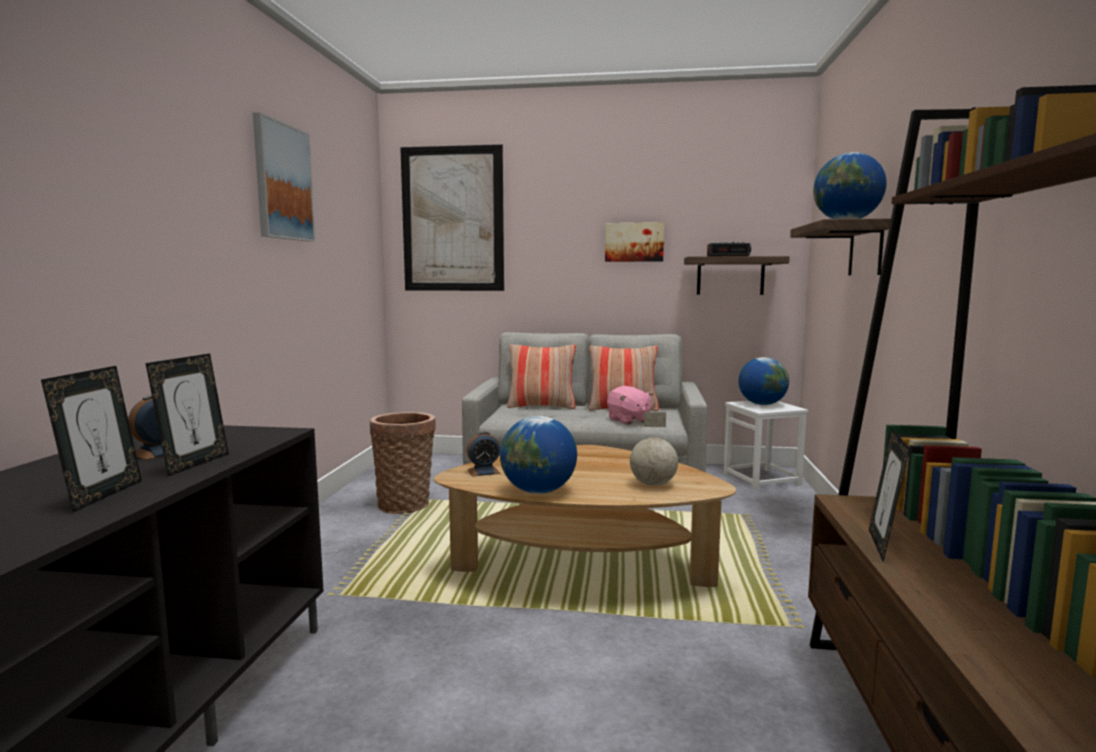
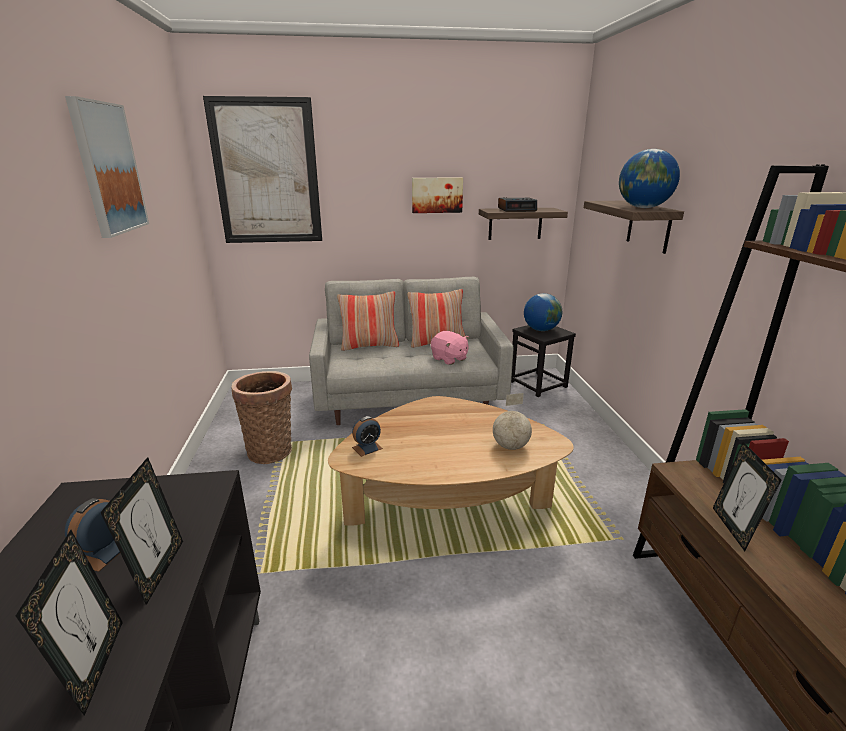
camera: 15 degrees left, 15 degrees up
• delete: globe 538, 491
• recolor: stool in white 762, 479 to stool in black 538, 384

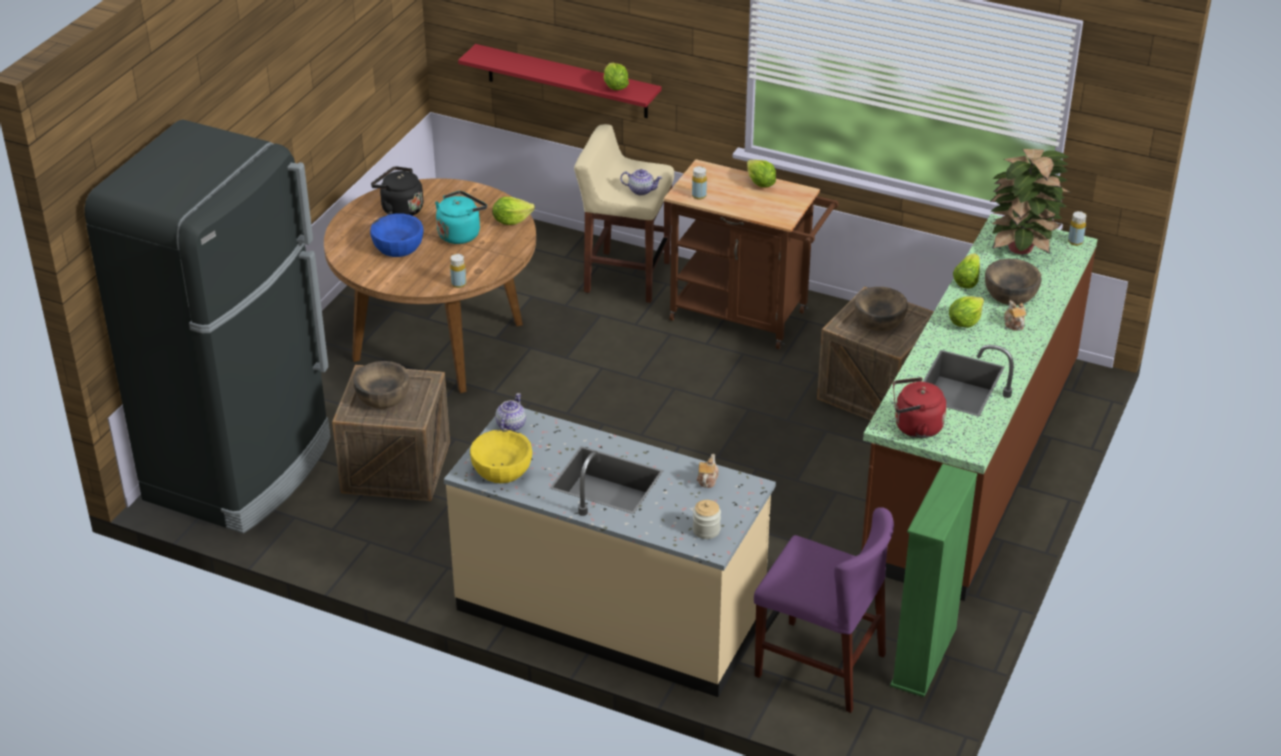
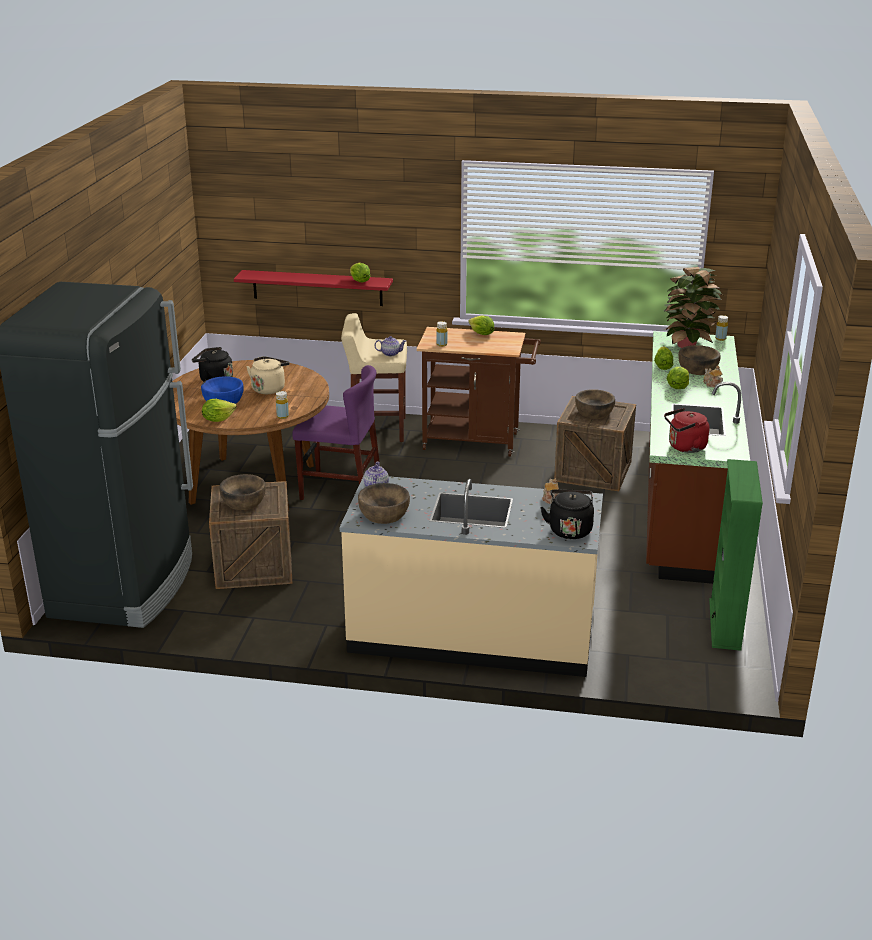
camera: 15 degrees left, 10 degrees down
• move: lettuce 511, 221 to 218, 419
• move: chair in purple 819, 665 to 340, 489
• replace: jar 706, 530 to kettle in black 569, 529
• recolor: kettle in turquoise 460, 233 to kettle in beige 269, 388
• recolor: bowl in yellow 501, 468 to bowl in brown 384, 514

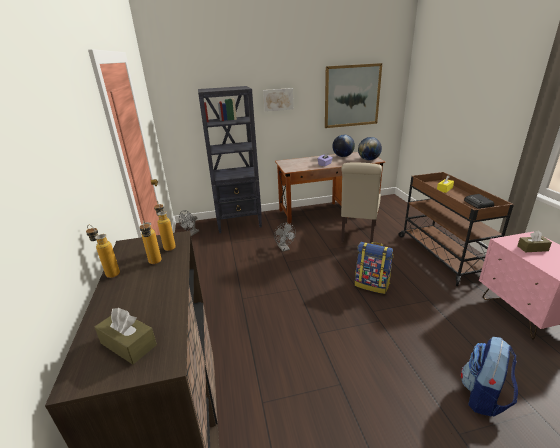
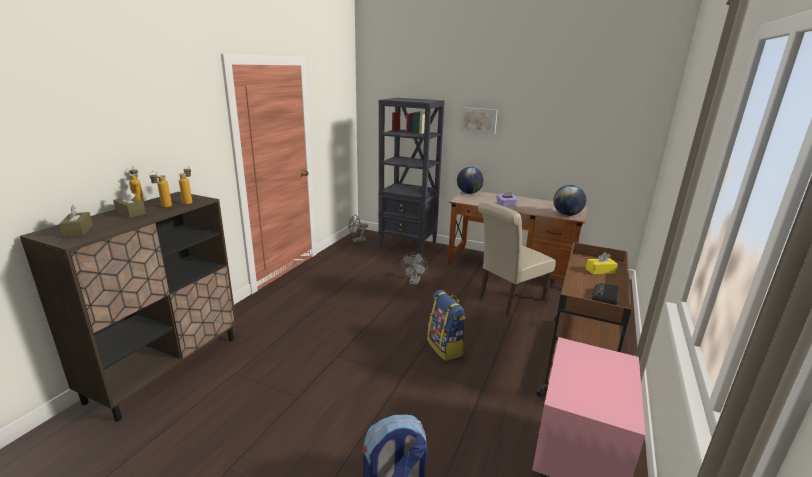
camera: 35 degrees right, 5 degrees down
• delete: picture 352, 96
• move: globe 343, 156 to 469, 193
• move: tissue box in brown 532, 248 to 130, 213

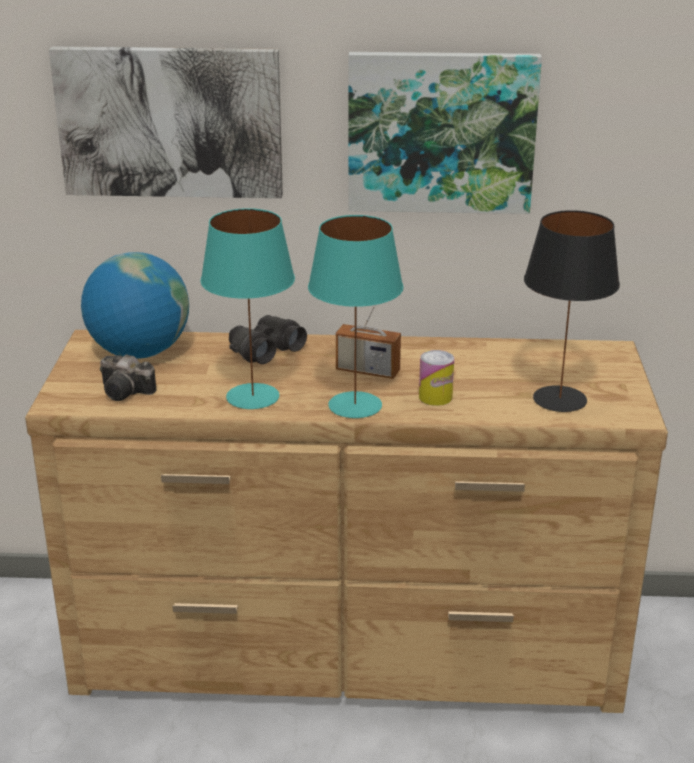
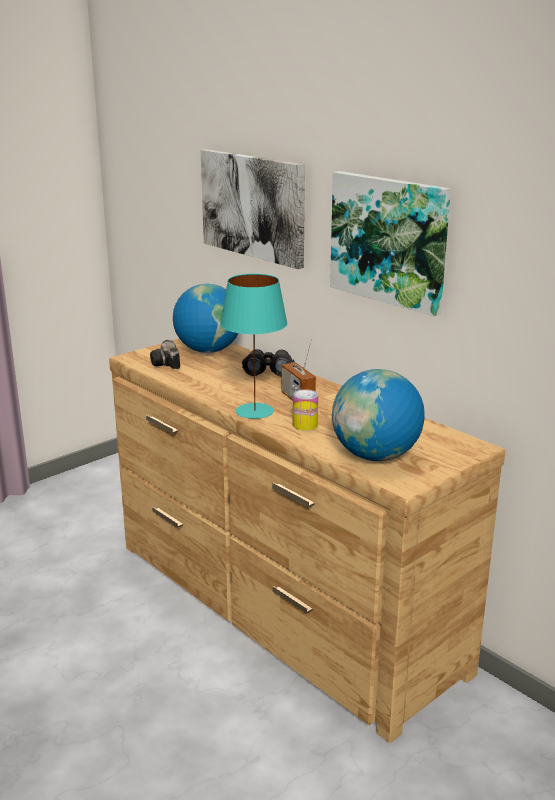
camera: 45 degrees right, 5 degrees down
• delete: table lamp in turquoise 252, 397
• replace: table lamp in black 561, 399 to globe 376, 456

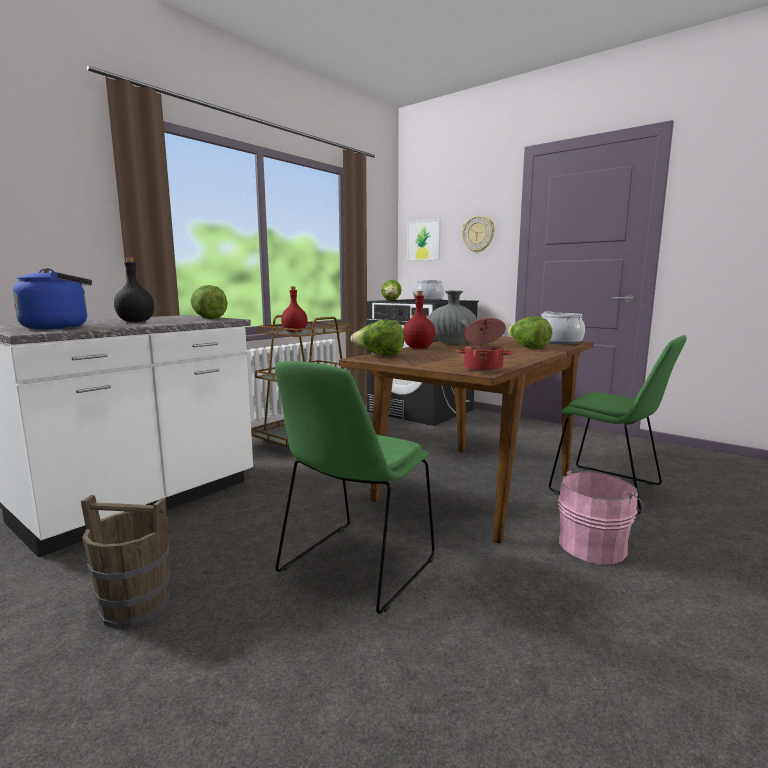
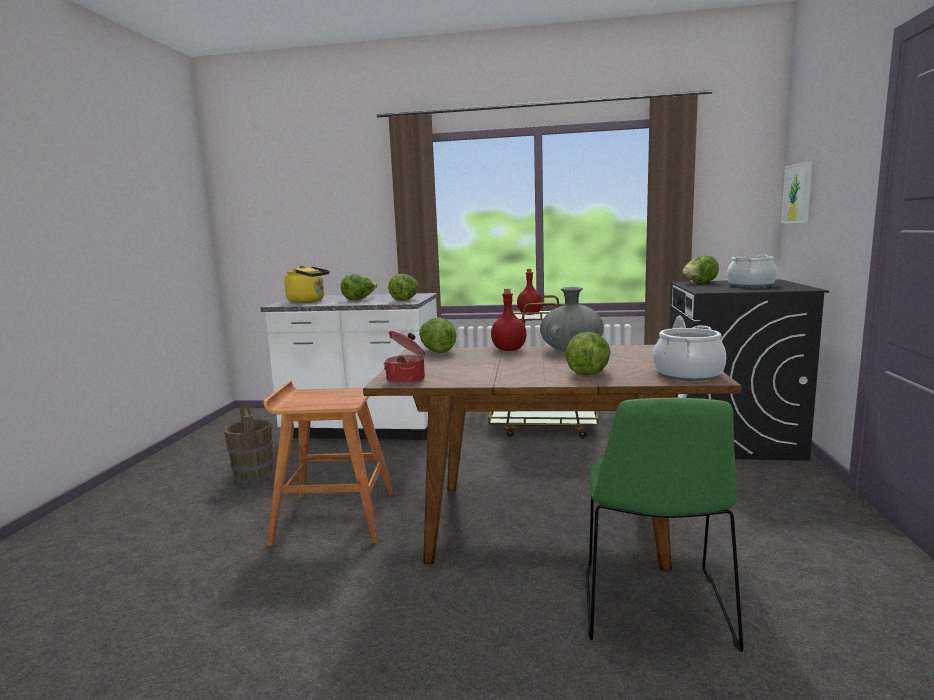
camera: 60 degrees right, 0 degrees up
• delete: wall clock 478, 234
• delete: bucket in pink 595, 546
• replace: bottle in black 135, 322 to lettuce 359, 299
• replace: chair in green 355, 568 to stool in brown 334, 517
• recolor: kettle in blue 59, 327 to kettle in yellow 308, 301

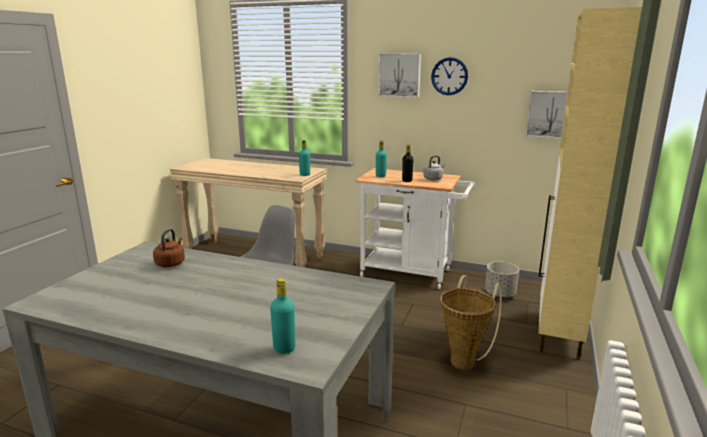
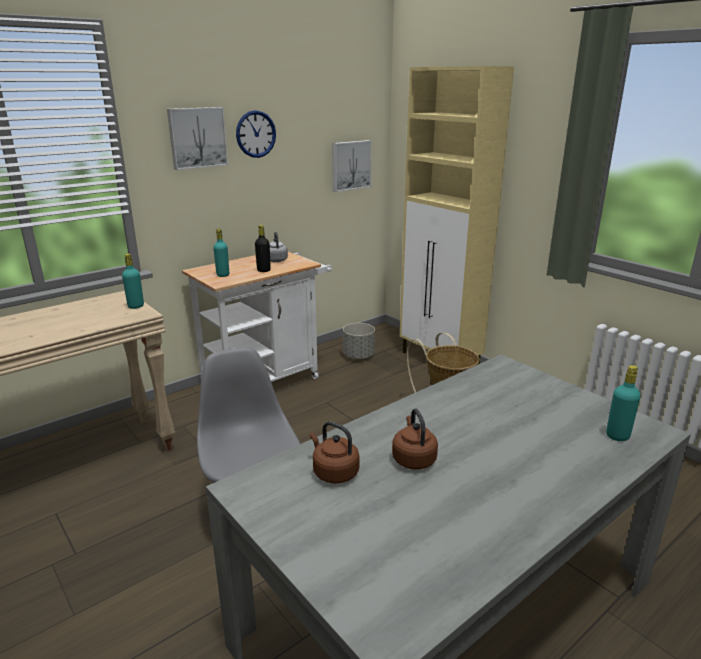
camera: 60 degrees left, 5 degrees up
• insert: kettle in brown 413, 458

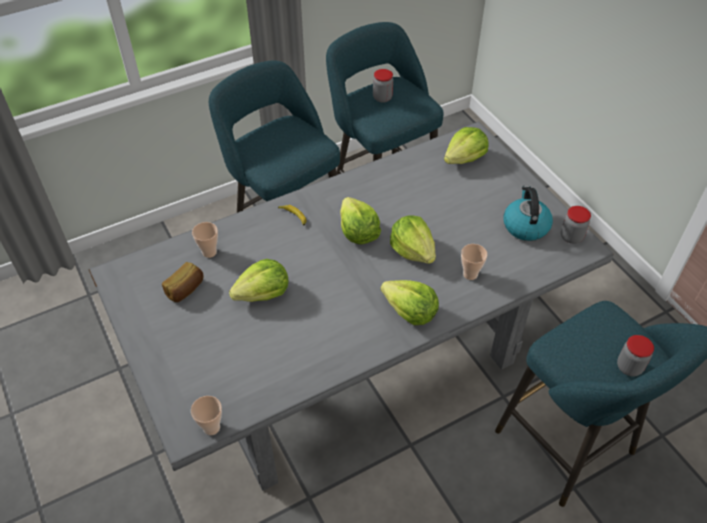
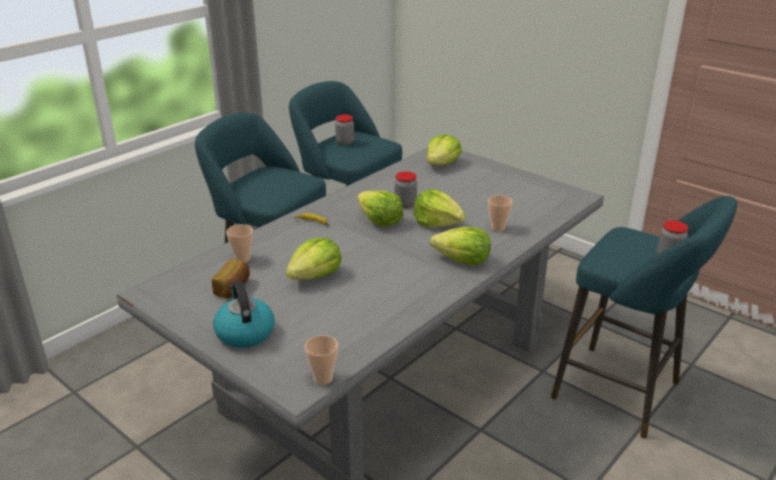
camera: 20 degrees left, 20 degrees down
• move: kettle 525, 225 to 244, 332
• move: jar 571, 237 to 405, 204

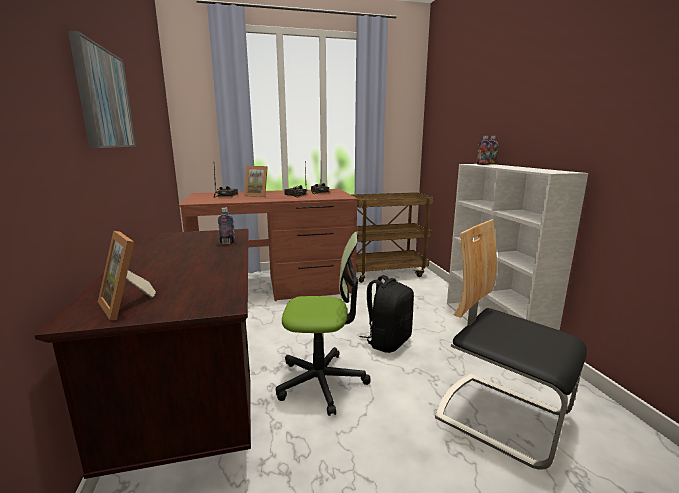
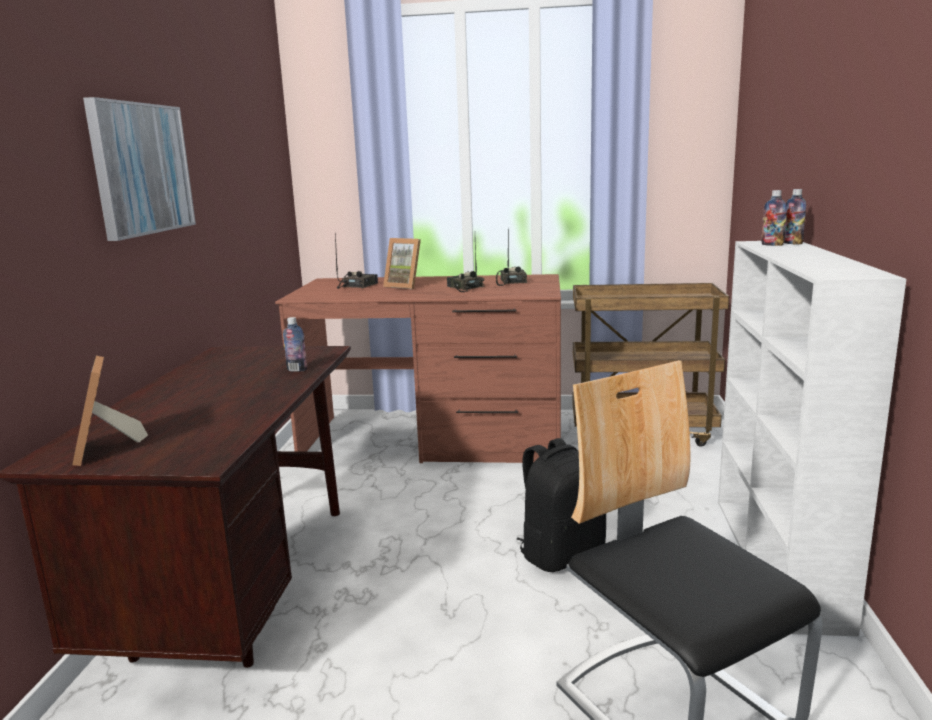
camera: 20 degrees right, 0 degrees up
• delete: office chair 321, 381

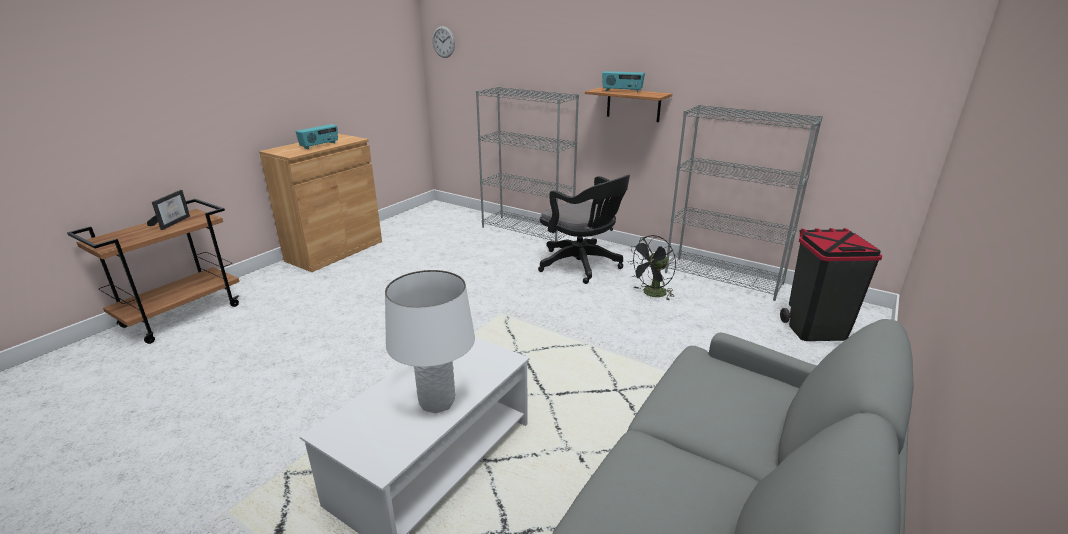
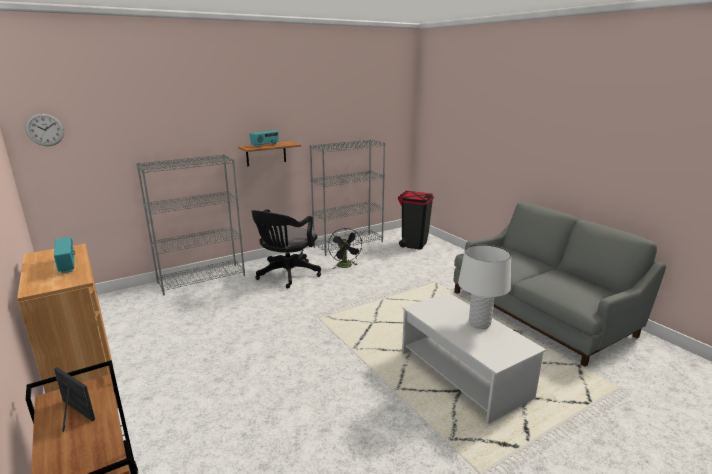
camera: 65 degrees left, 5 degrees down
• rotate: office chair in black 582, 266 = 286, 275 135 degrees clockwise

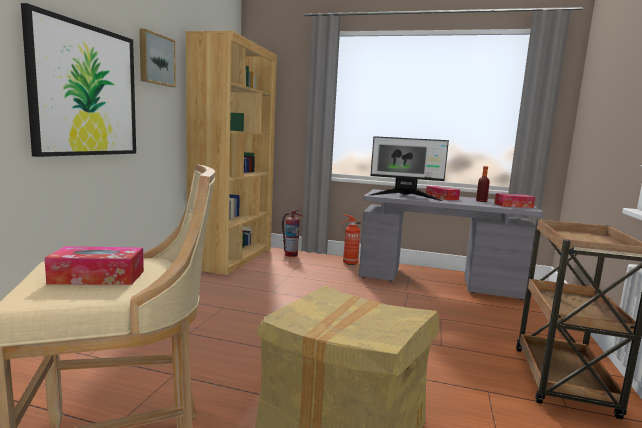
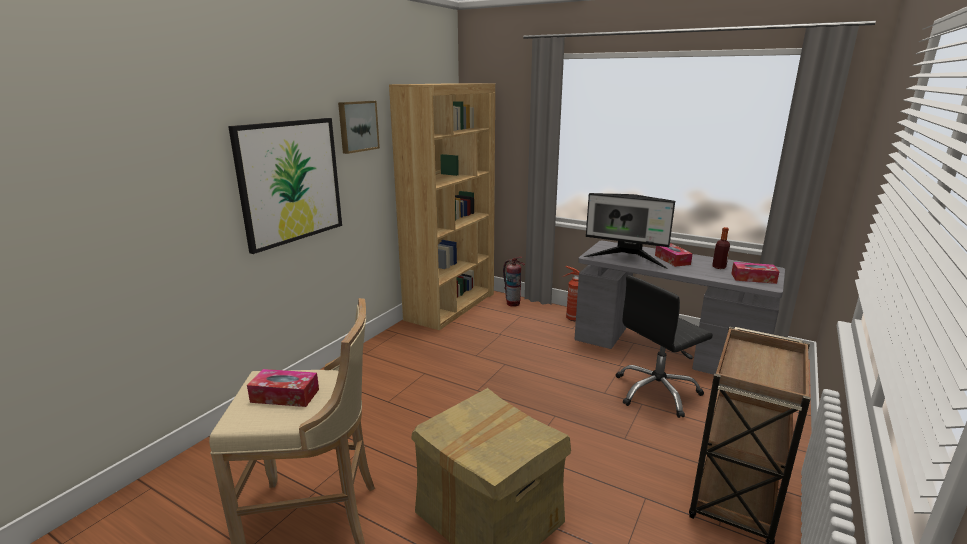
camera: 15 degrees right, 10 degrees up
• insert: office chair in black 656, 392

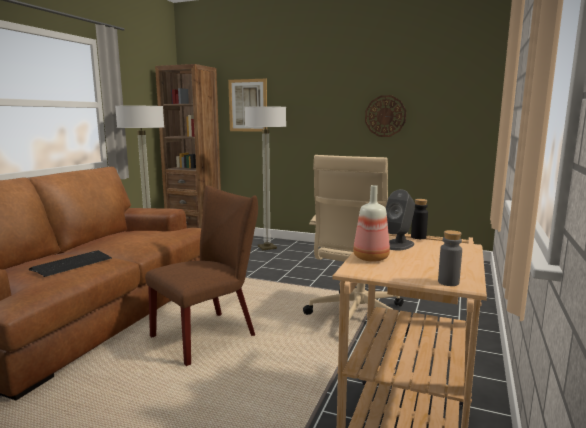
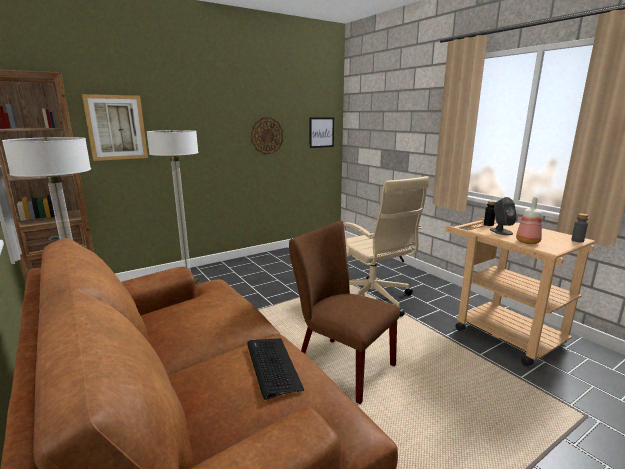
camera: 55 degrees left, 5 degrees up
• insert: picture 321, 132
• rotate: chair in brown 210, 334 = 339, 365 45 degrees counterclockwise

